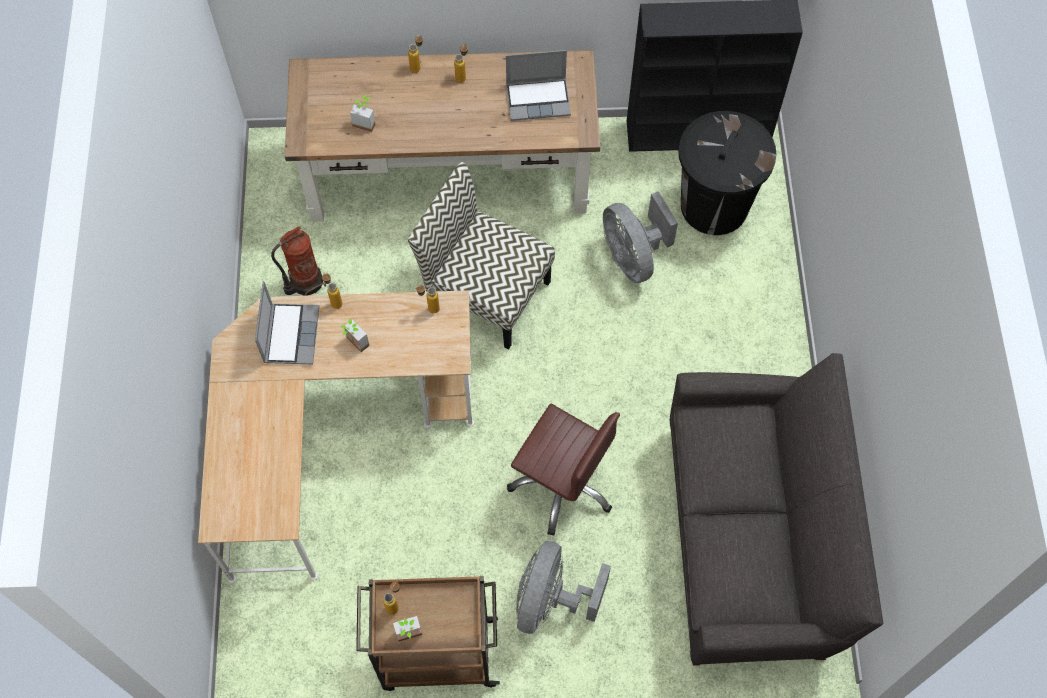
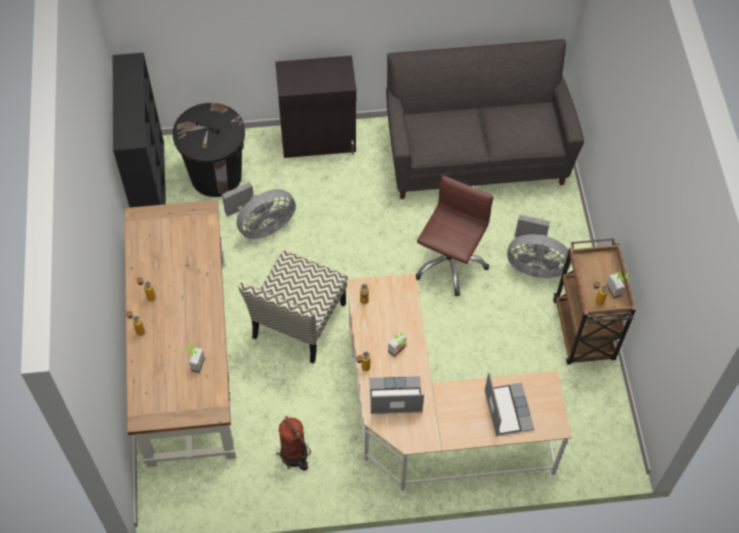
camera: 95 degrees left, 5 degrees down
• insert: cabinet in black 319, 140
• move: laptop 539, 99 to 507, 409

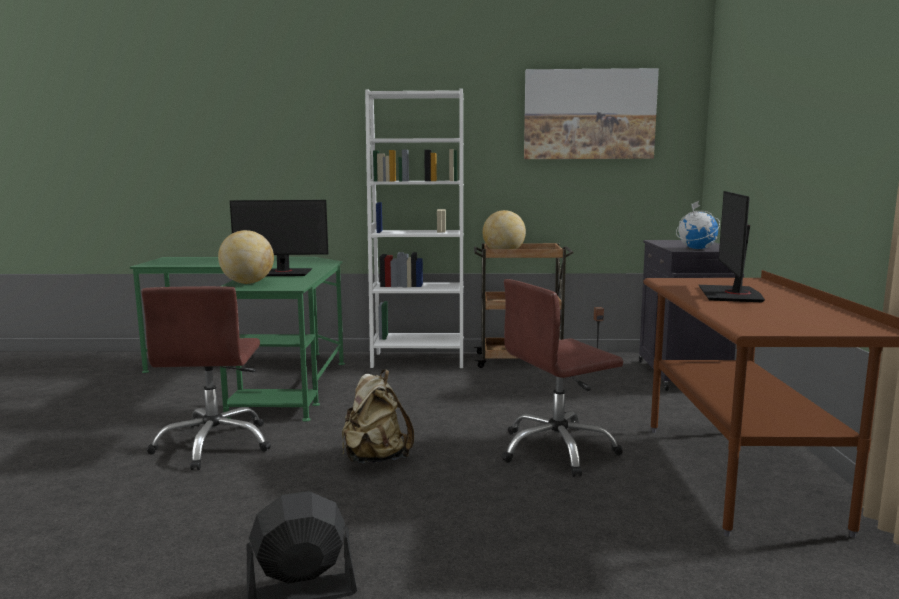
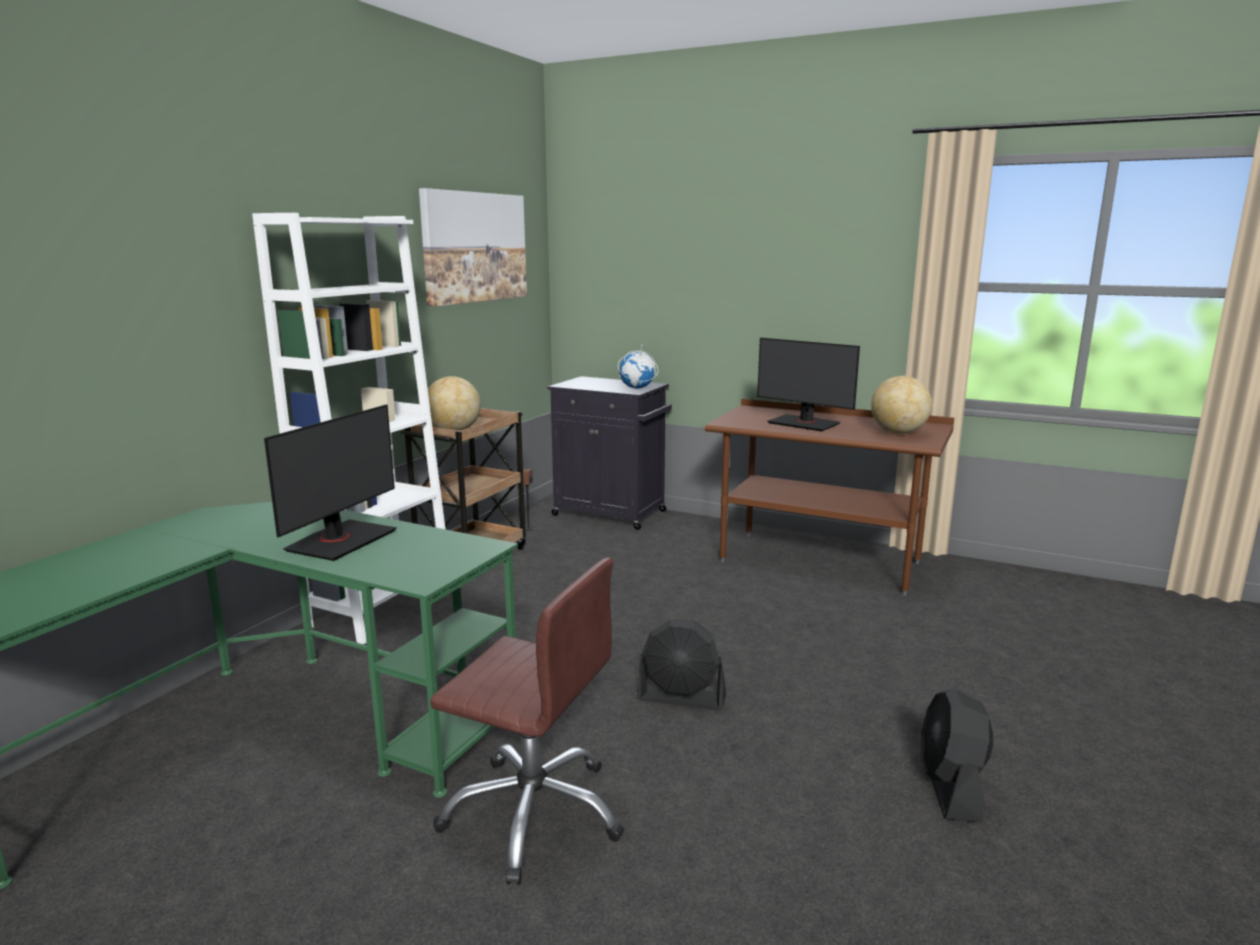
camera: 65 degrees left, 5 degrees up
• delete: office chair in brown 557, 450
• move: globe 247, 283 to 898, 433
• replace: backpack in beige 375, 459 to fan in black 681, 698

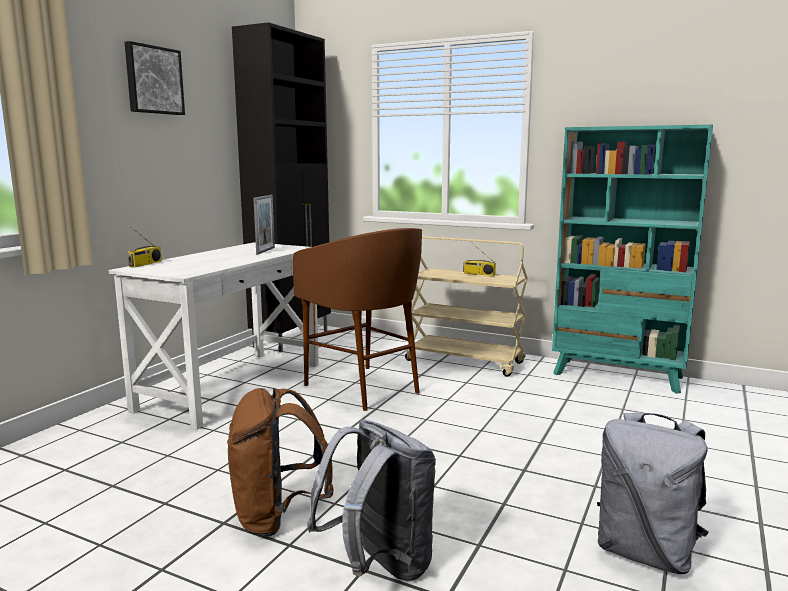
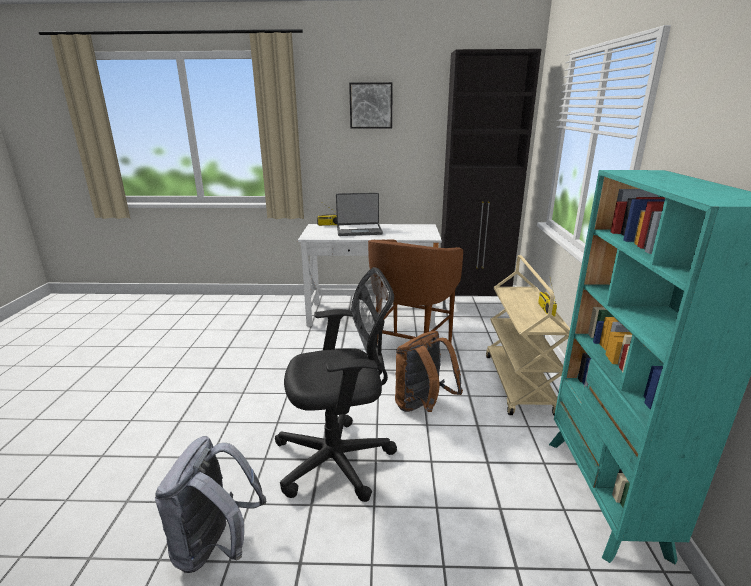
camera: 65 degrees right, 10 degrees up
• delete: picture frame 265, 250
• delete: backpack in grey 379, 566
• insert: office chair in black 339, 460
• insert: laptop 359, 230
• move: backpack in brown 277, 517 to 422, 407

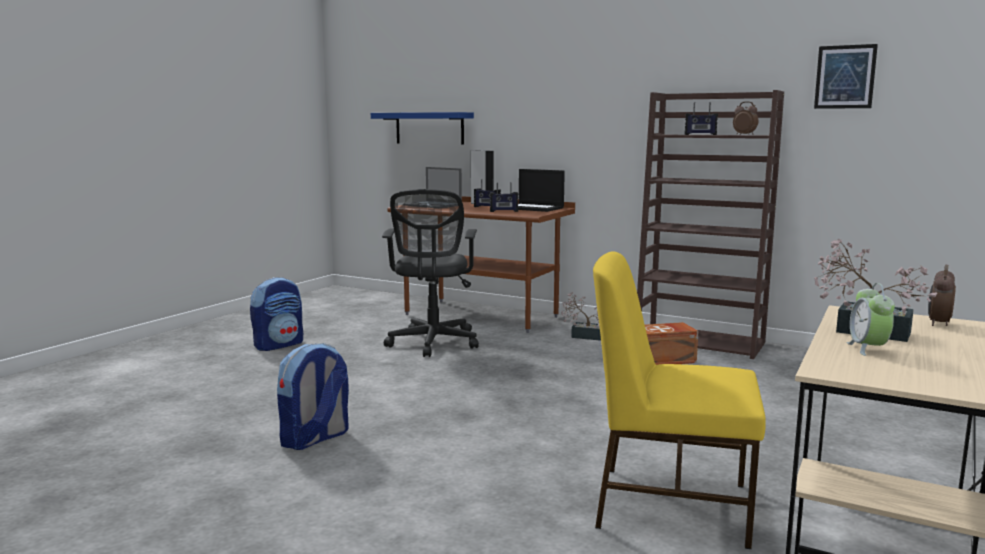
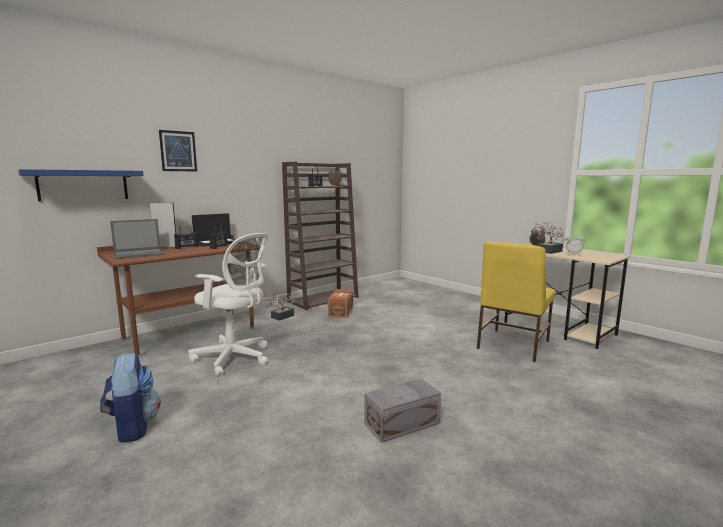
camera: 70 degrees left, 0 degrees up
• move: picture 845, 77 to 178, 151
• replace: backpack 315, 439 to storage box in grey 403, 424
• recolor: office chair in black 433, 343 to office chair in white 235, 358

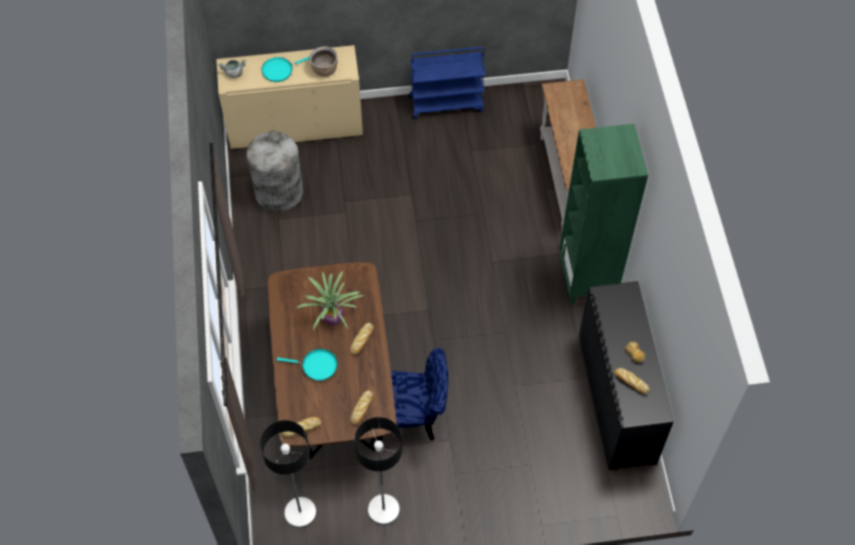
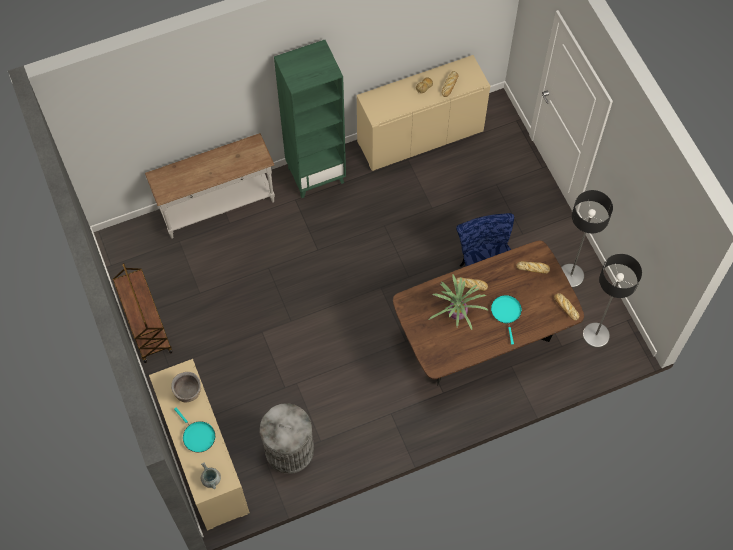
camera: 105 degrees left, 5 degrees up
• recolor: cart in blue 446, 103 to cart in brown 146, 327
• recolor: cabinet in black 616, 398 to cabinet in beige 420, 136

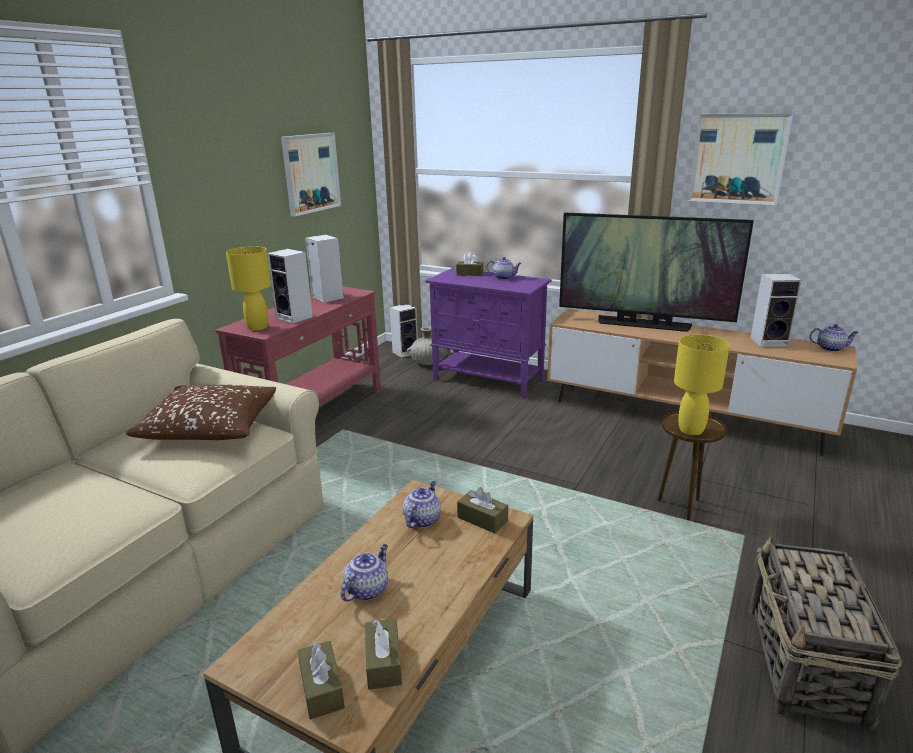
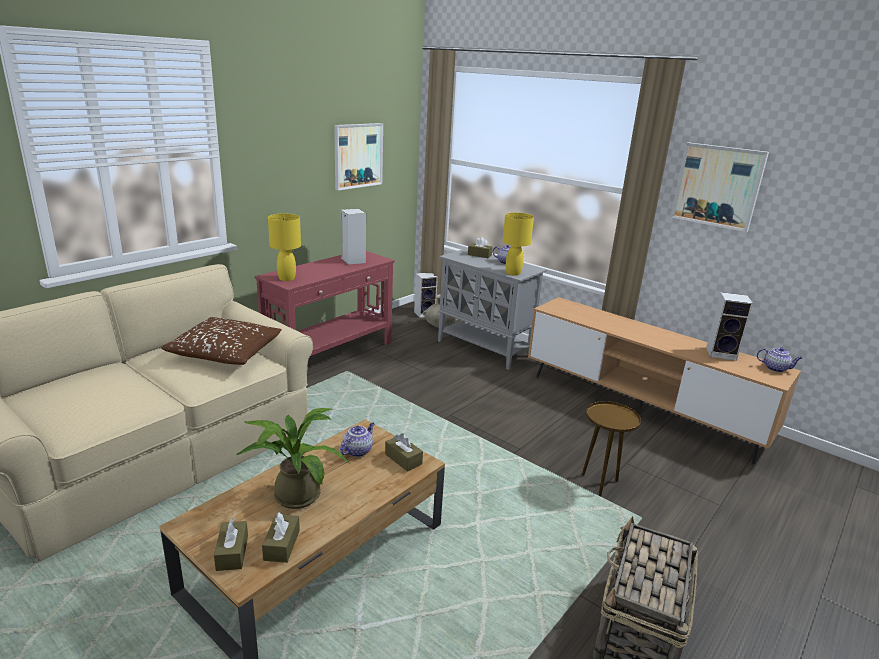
camera: 10 degrees right, 0 degrees up
• delete: speaker 295, 318
• delete: television 643, 324
• move: table lamp in yellow 691, 430 to 513, 273
• replace: teapot 367, 589 to potted plant 293, 493
• recolor: cabinet in purple 489, 380 to cabinet in grey 485, 349

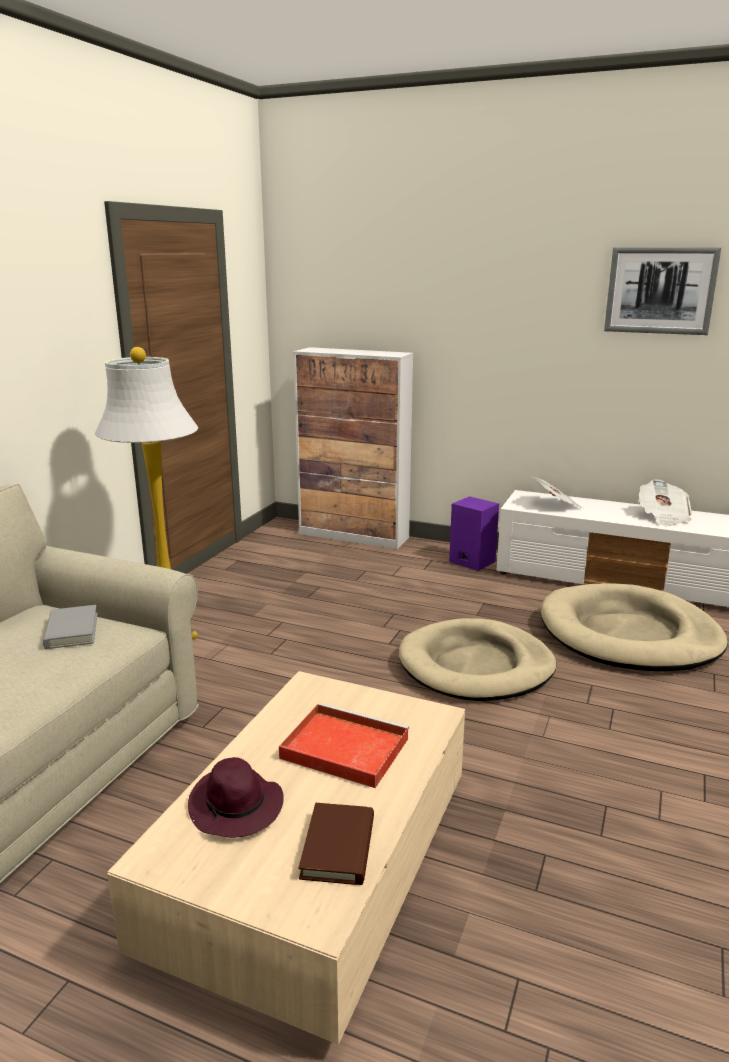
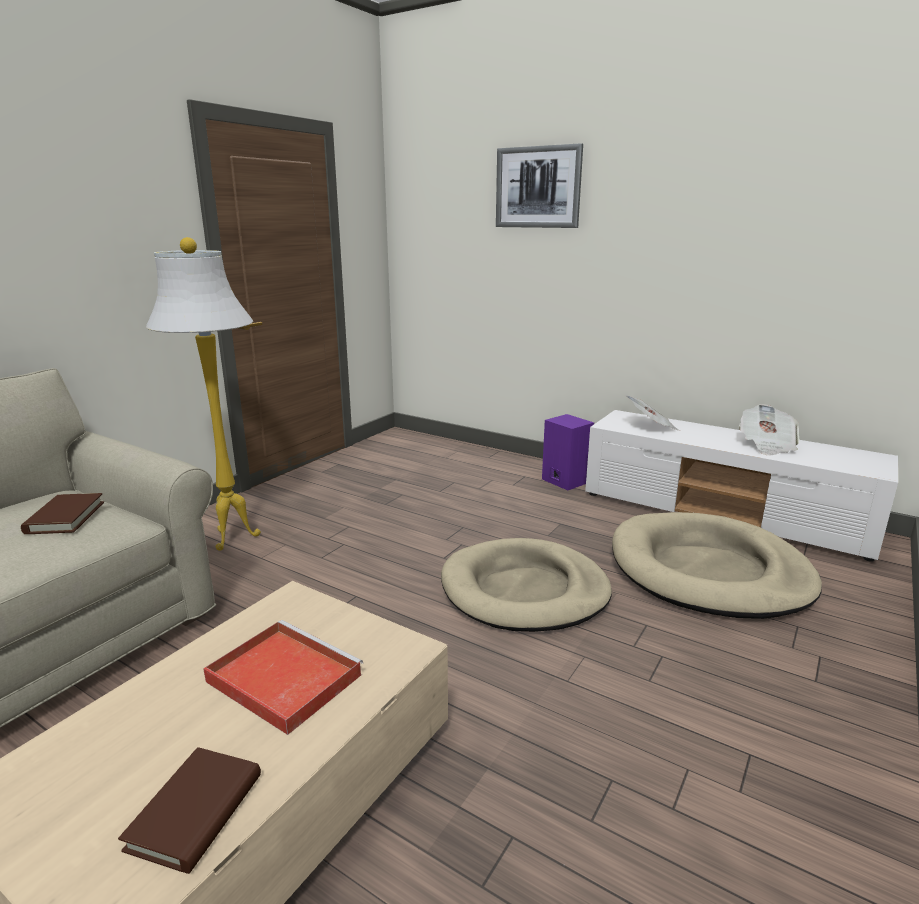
camera: 10 degrees right, 0 degrees up
• delete: hat in purple 236, 807
• delete: cabinet 354, 535
• move: picture 660, 290 to 538, 187
• recolor: book in grey 71, 630 to book in brown 65, 517

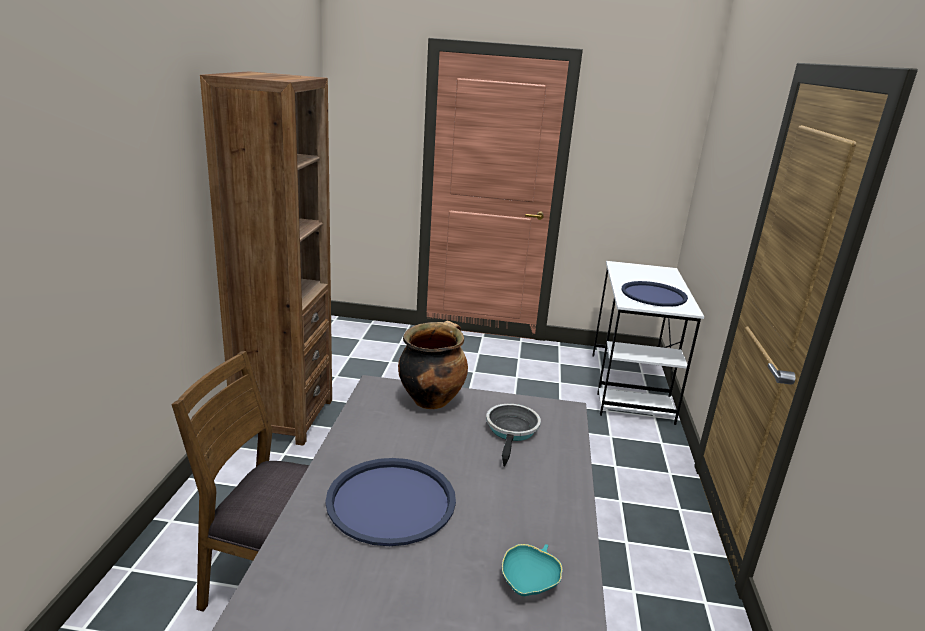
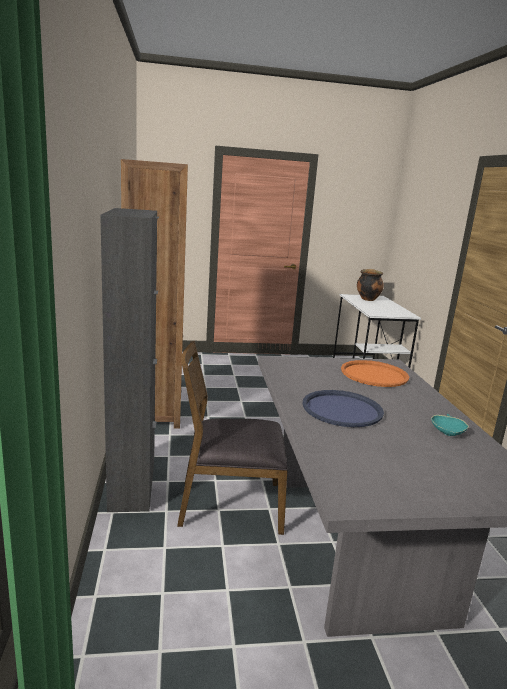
camera: 15 degrees left, 5 degrees down
• delete: tray in blue 653, 295
• insert: cabinet in black 132, 485
• move: cooking pot 431, 399 to 367, 299
• replace: frying pan 512, 431 to tray in orange 374, 374

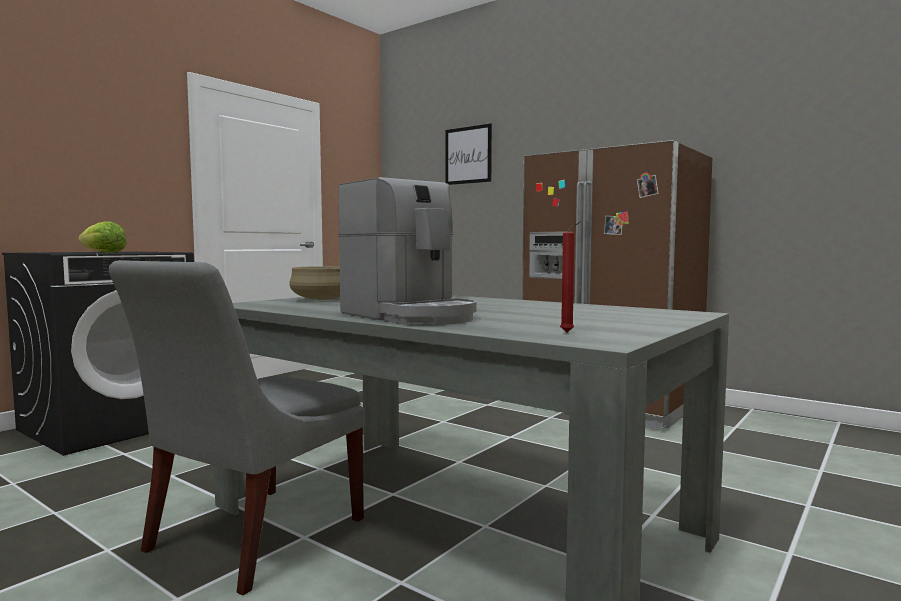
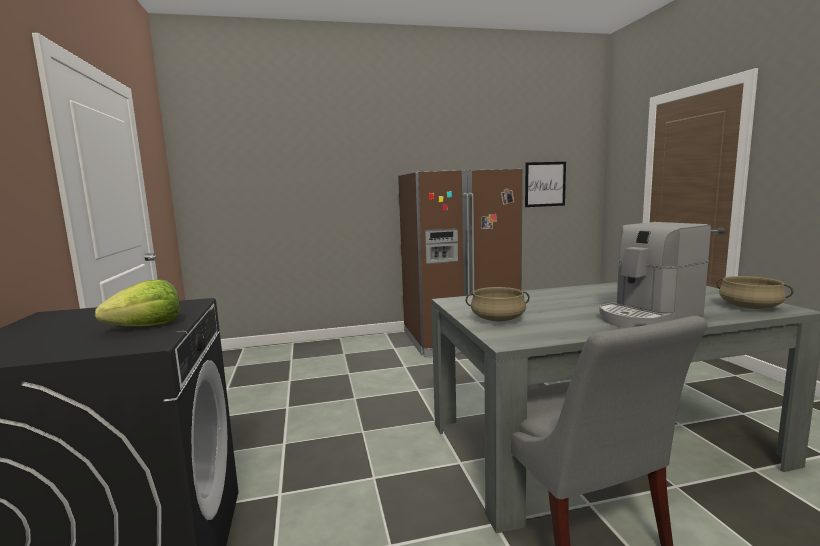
camera: 50 degrees left, 5 degrees up
• move: picture 468, 155 to 545, 184
• replace: candle in red 569, 332 to cooking pot in beige 750, 307
• rotate: coffee machine 410, 316 = 648, 317 150 degrees clockwise

